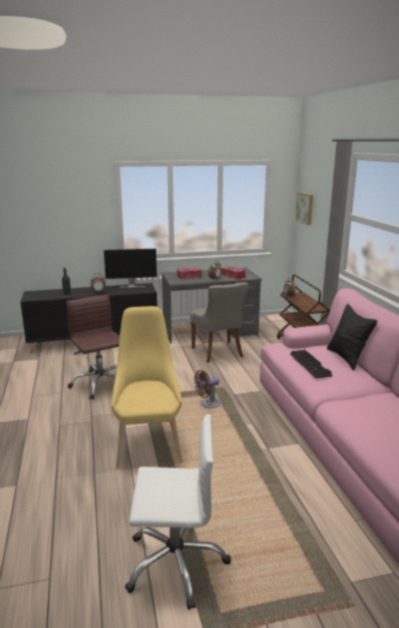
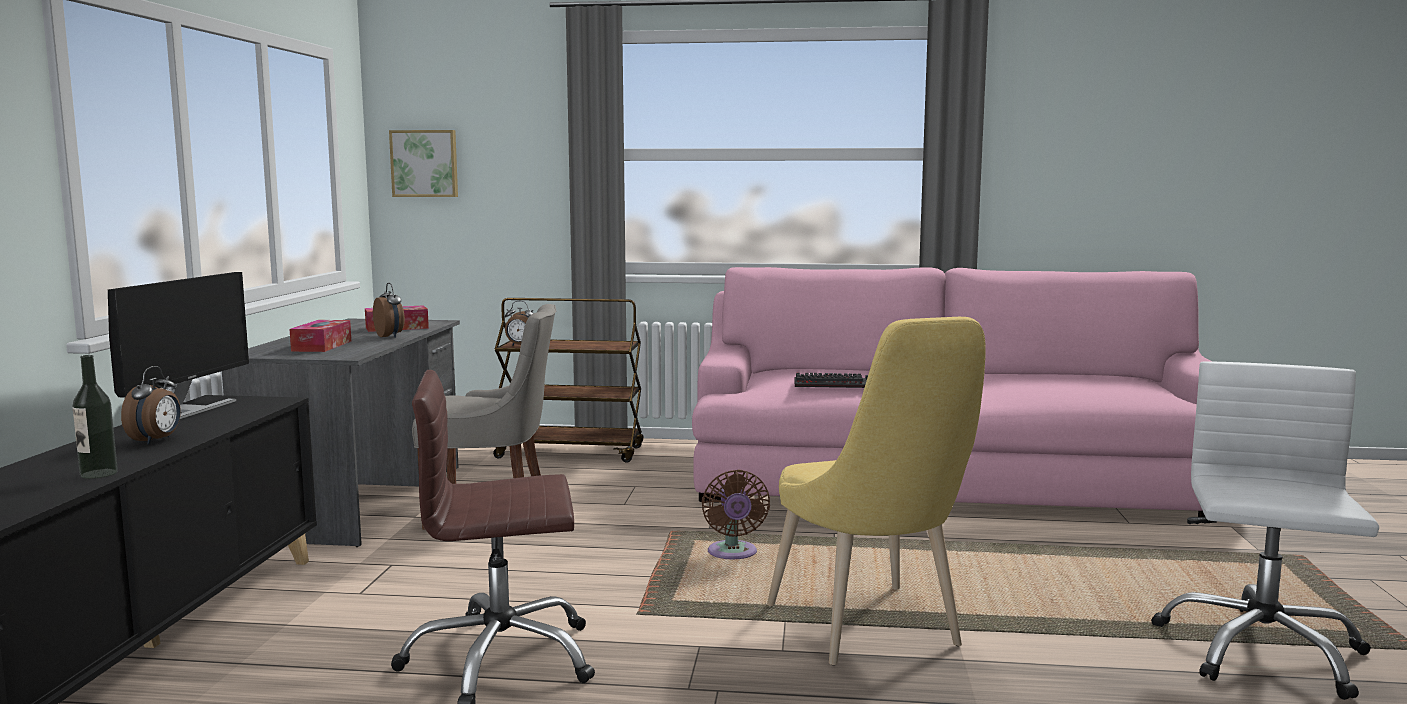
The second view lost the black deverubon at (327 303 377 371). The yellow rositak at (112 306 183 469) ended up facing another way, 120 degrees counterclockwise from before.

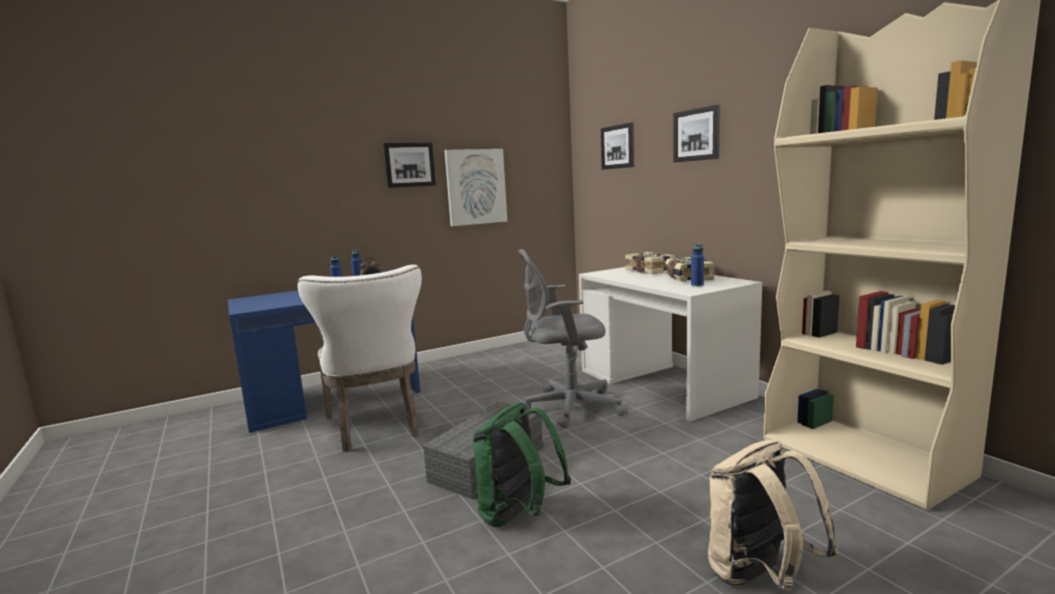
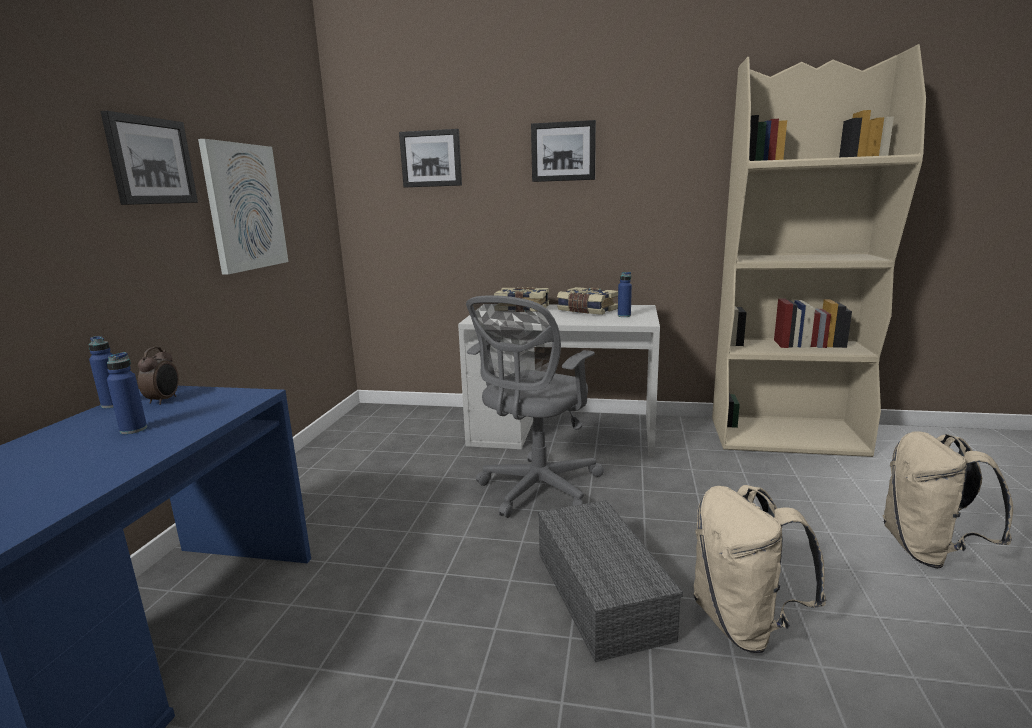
The second view lost the white rositak at (297 265 422 452). What was the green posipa at (473 402 571 527) turned into the beige posipa at (694 485 826 653).

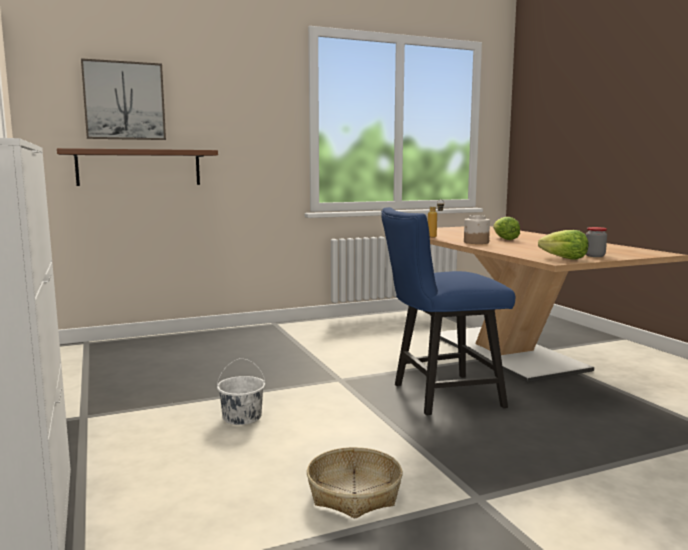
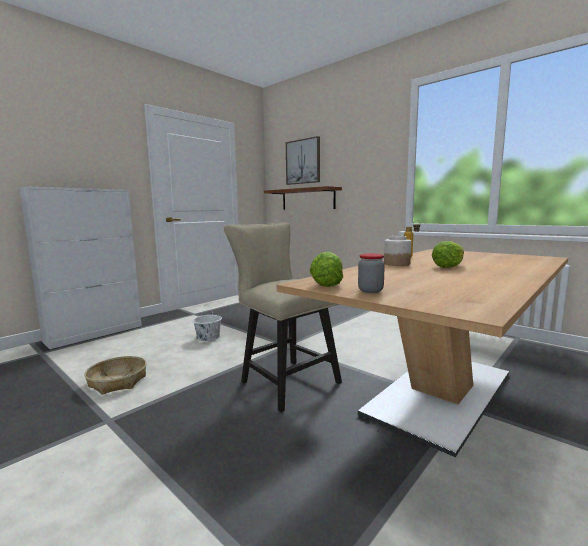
What was the blue rositak at (381 207 515 415) turned into the beige rositak at (224 222 342 412).

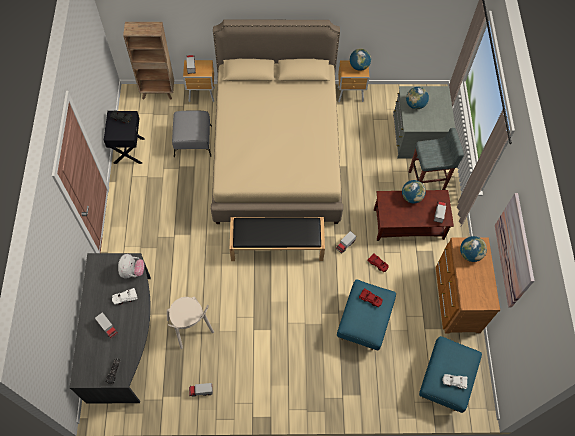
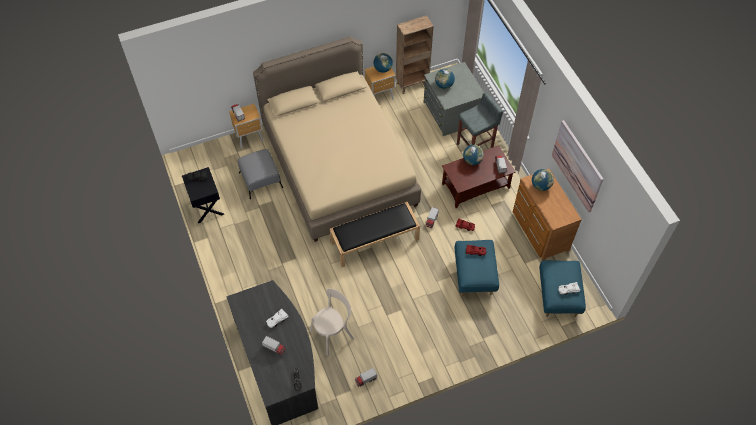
The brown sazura ended up elsewhere, having gone from (123 22 174 100) to (396 15 433 94). The second view lost the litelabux at (118 254 144 278). The beige rositak at (167 297 214 349) ended up facing another way, 75 degrees counterclockwise from before.

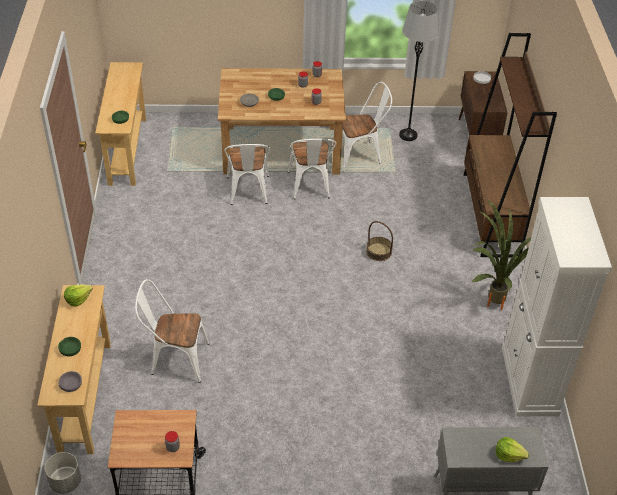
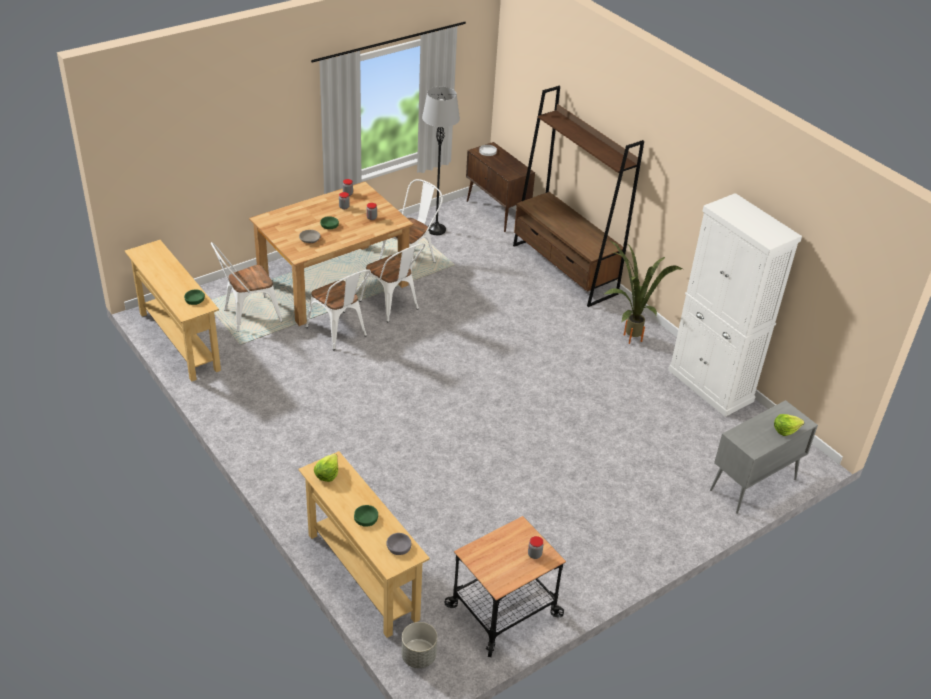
The second view lost the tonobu at (366 221 393 261). The white rositak ended up elsewhere, having gone from (135 279 210 383) to (211 242 282 332).

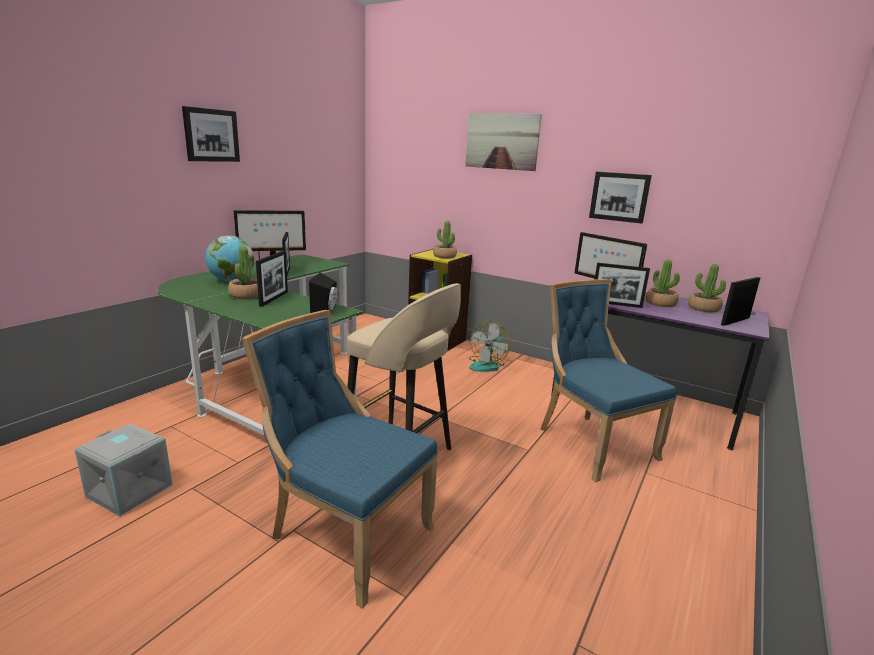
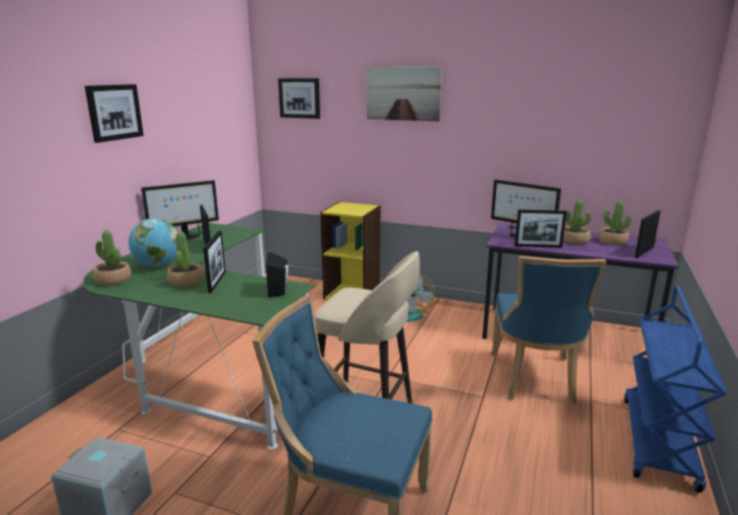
The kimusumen ended up elsewhere, having gone from (589 172 652 223) to (278 78 320 119). The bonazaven ended up elsewhere, having gone from (433 221 457 259) to (93 230 131 286). The blue rositak at (540 279 676 482) ended up facing another way, 135 degrees counterclockwise from before. The second view gained the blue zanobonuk at (624 285 727 493).

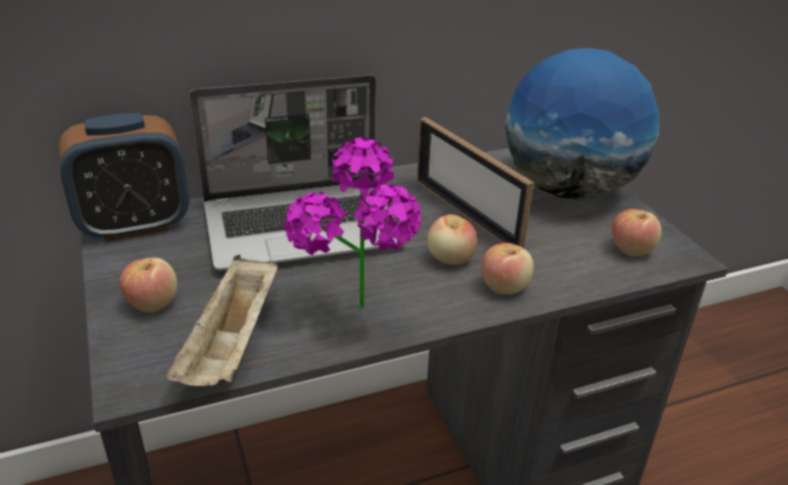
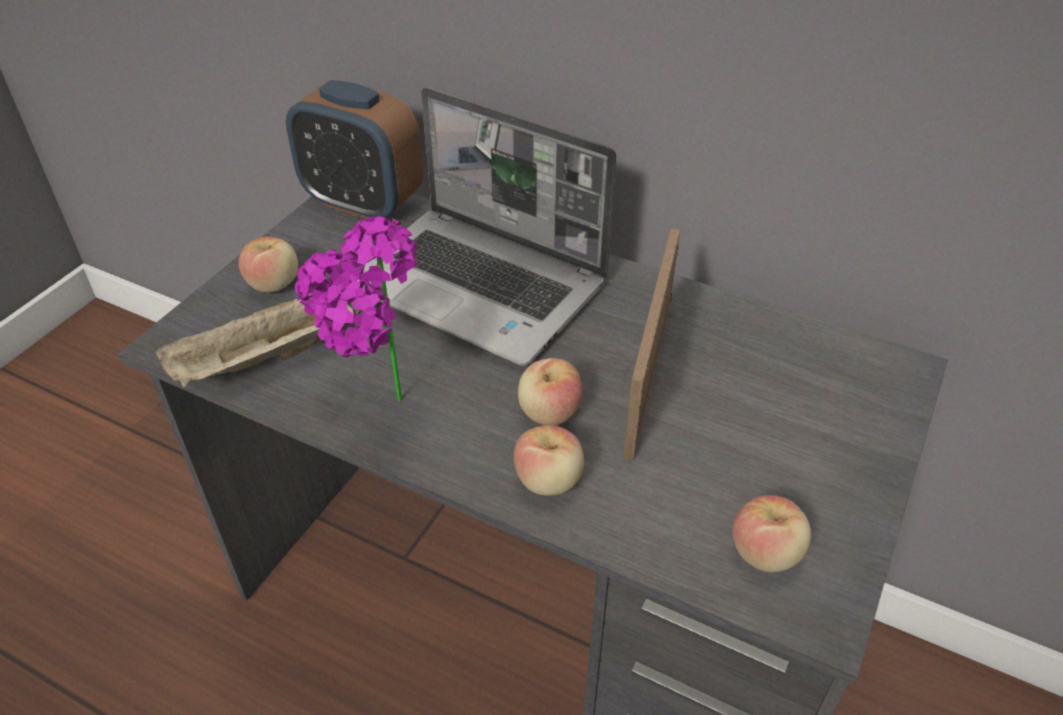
The second view lost the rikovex at (505 48 659 200).

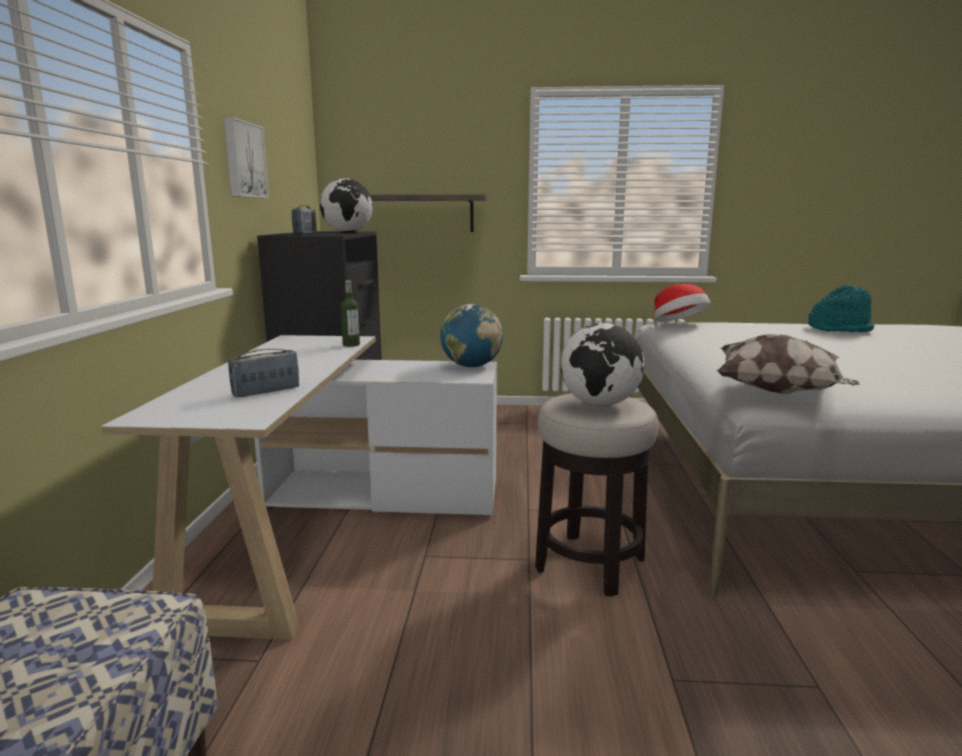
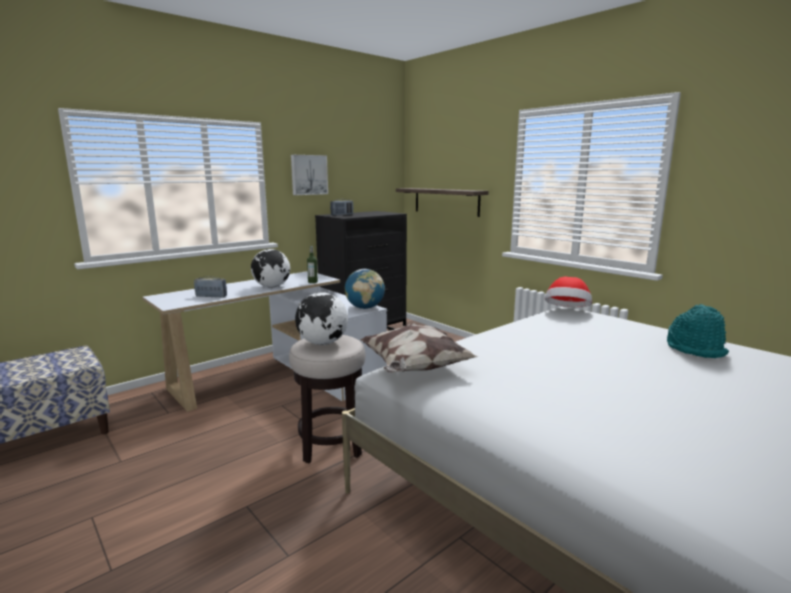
The rikovex ended up elsewhere, having gone from (320 178 373 232) to (251 249 290 288).

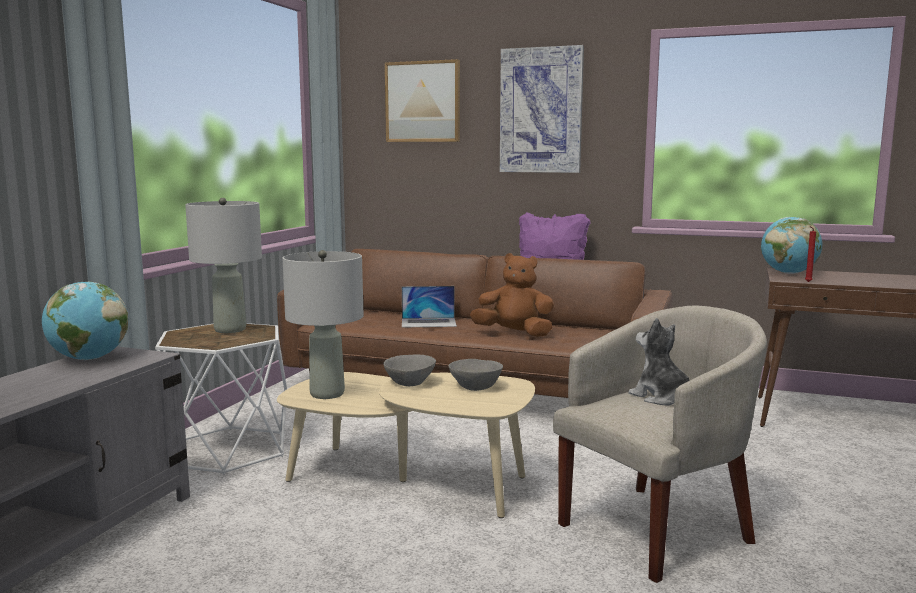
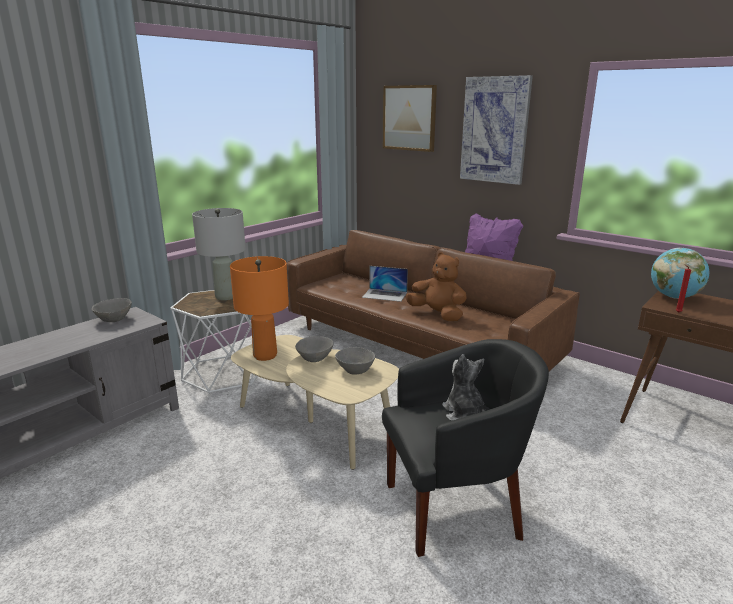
What was the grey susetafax at (282 250 364 399) turned into the orange susetafax at (230 256 289 361). Where the rikovex stood at (42 282 128 360), the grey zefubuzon came to stand at (92 298 132 322). What was the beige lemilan at (553 306 767 583) turned into the black lemilan at (382 339 549 557).

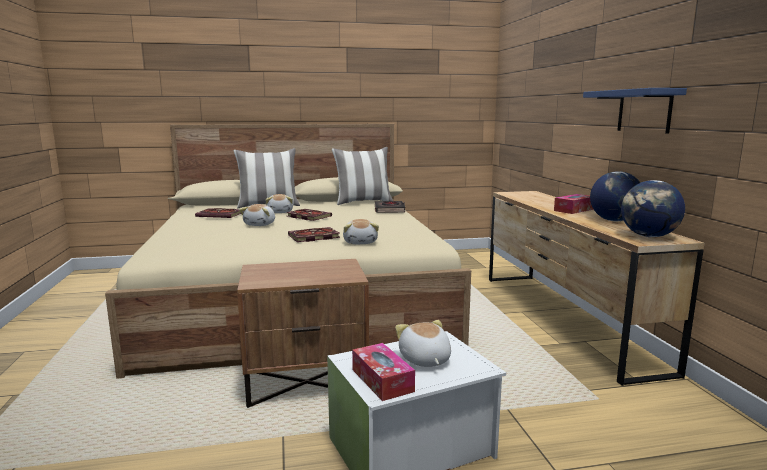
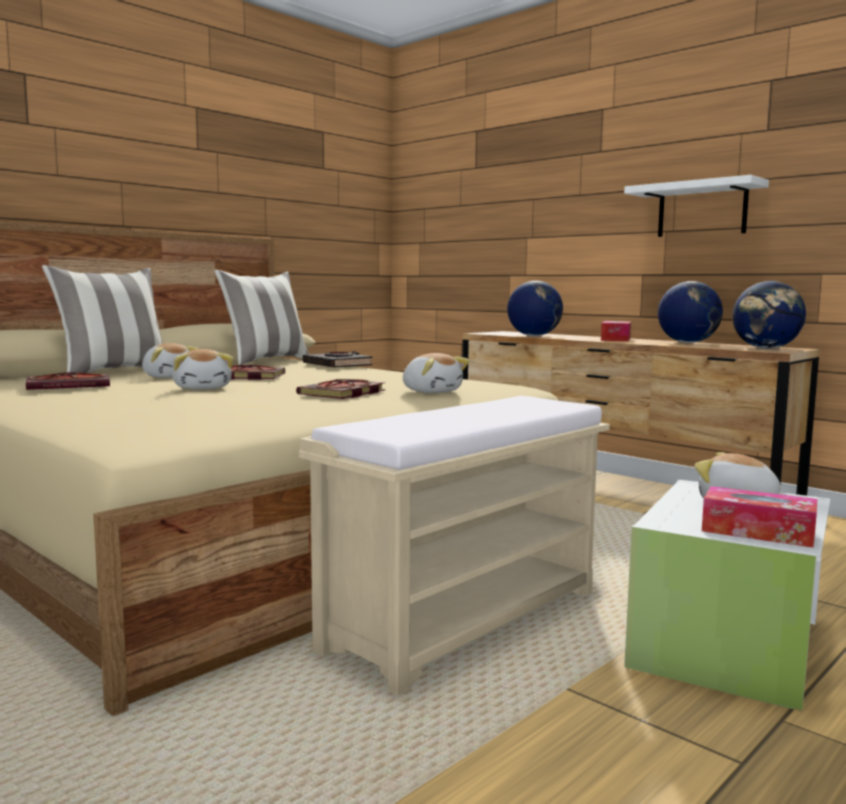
What was the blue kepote at (583 88 687 134) turned into the white kepote at (624 175 769 237). Where the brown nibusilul stood at (237 259 369 408), the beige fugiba came to stand at (299 396 610 696). The second view gained the rikovex at (507 281 563 336).

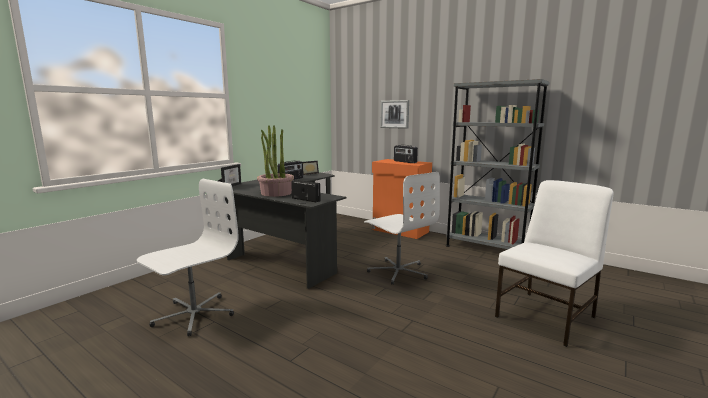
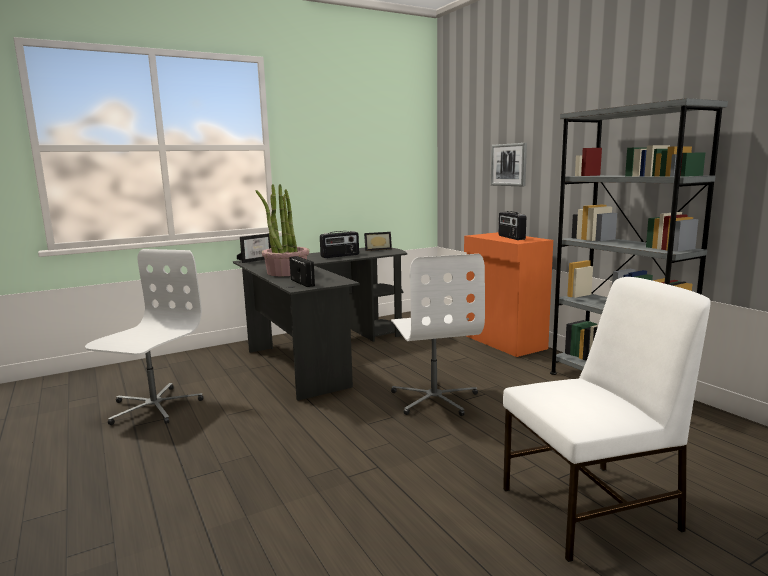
The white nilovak at (137 179 239 336) ended up facing another way, 45 degrees counterclockwise from before.

